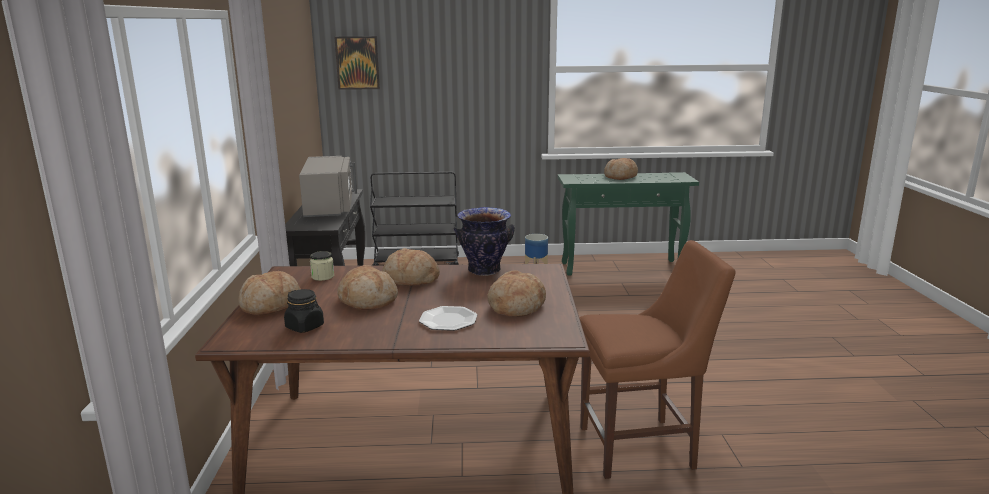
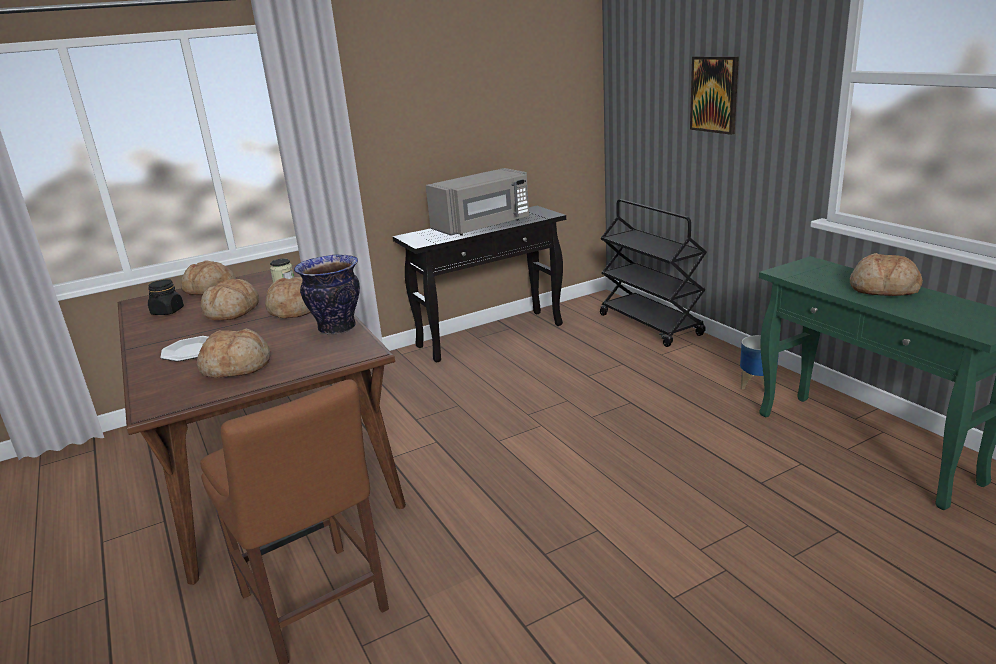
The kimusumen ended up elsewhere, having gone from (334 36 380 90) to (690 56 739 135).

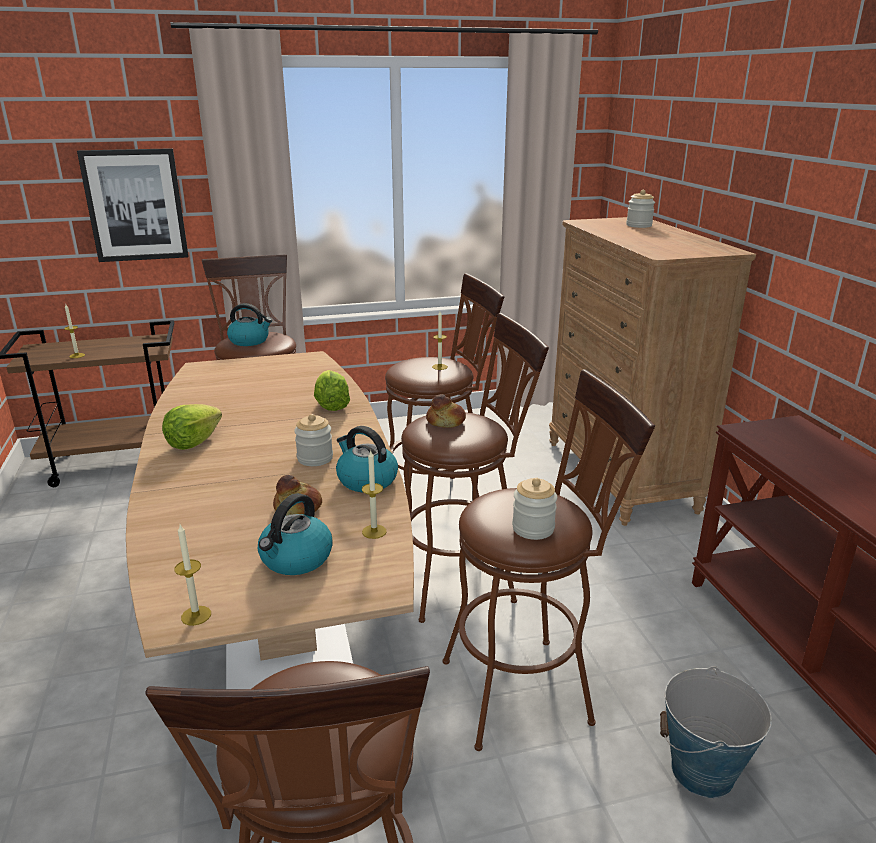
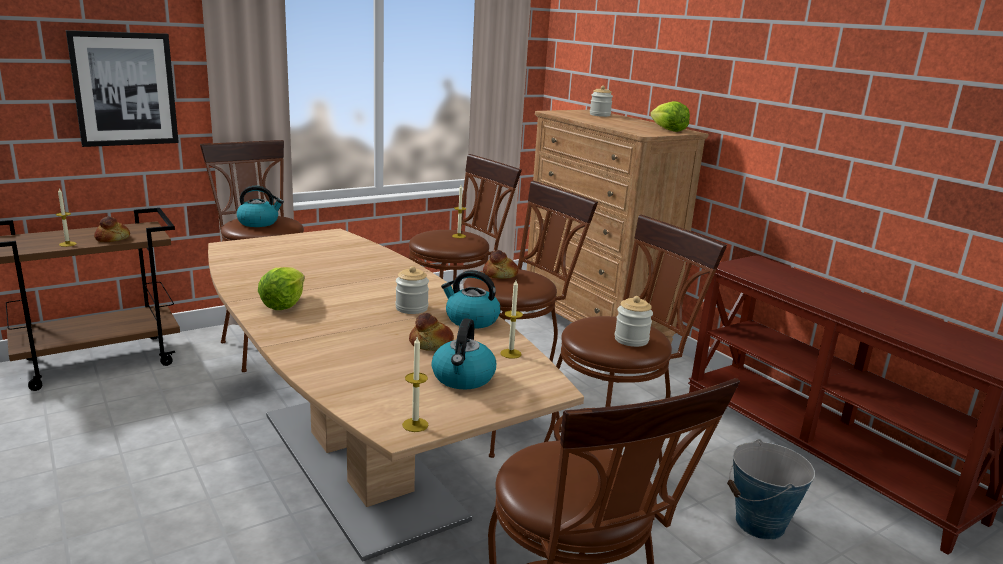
The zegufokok ended up elsewhere, having gone from (314 370 350 411) to (650 101 690 132). The second view gained the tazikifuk at (94 216 130 242).

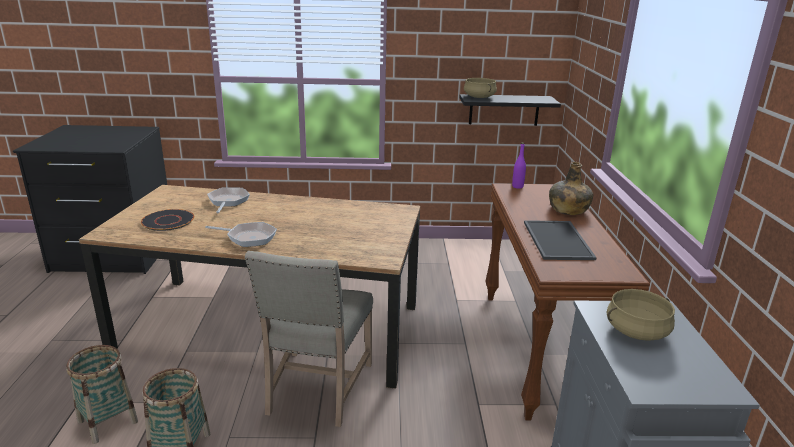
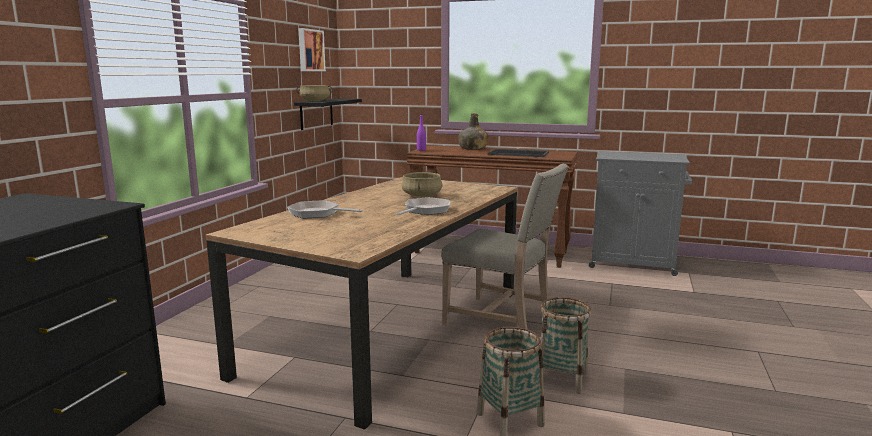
The second view lost the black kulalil at (141 209 195 231). The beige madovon ended up elsewhere, having gone from (606 289 675 341) to (401 172 443 197). The second view gained the kimusumen at (298 28 326 71).

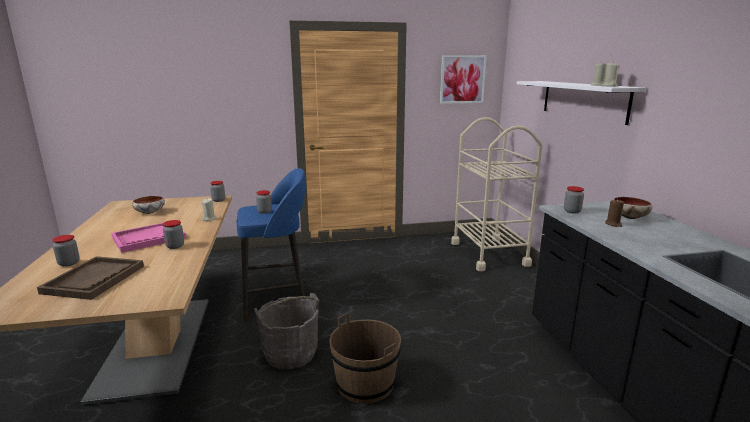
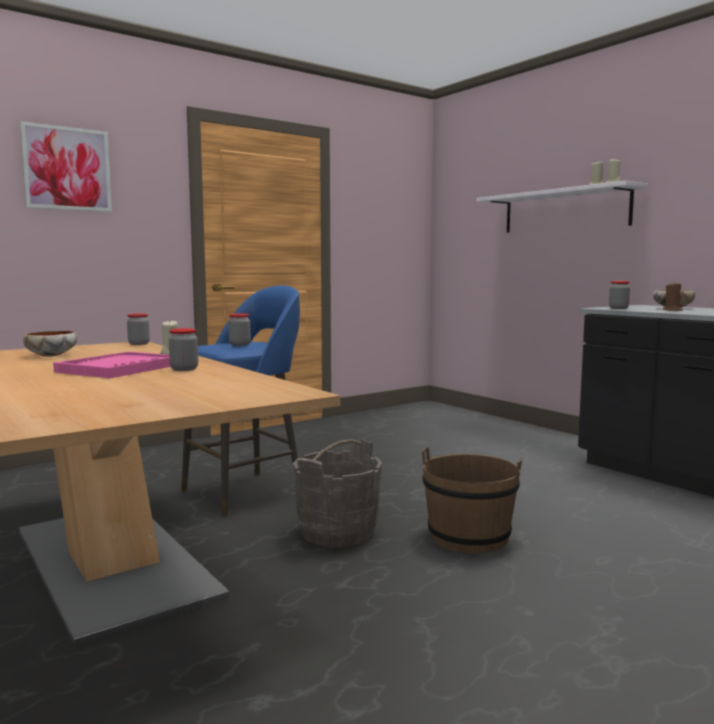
The kimusumen ended up elsewhere, having gone from (440 55 487 104) to (20 121 112 212). The second view lost the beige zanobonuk at (451 117 542 271). The second view lost the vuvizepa at (52 235 80 267). The second view lost the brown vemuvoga at (37 256 144 300).

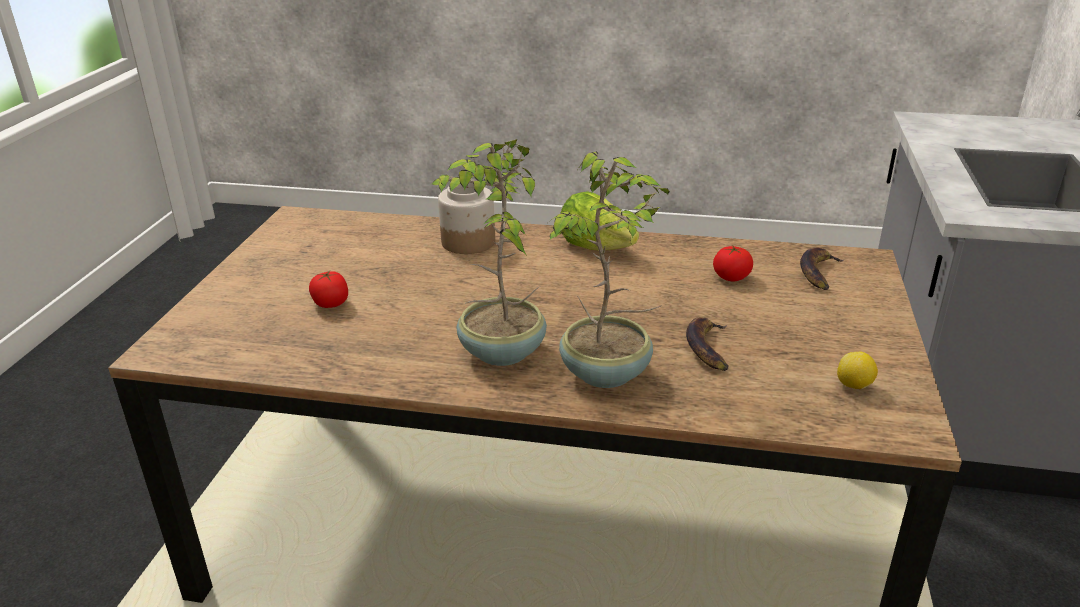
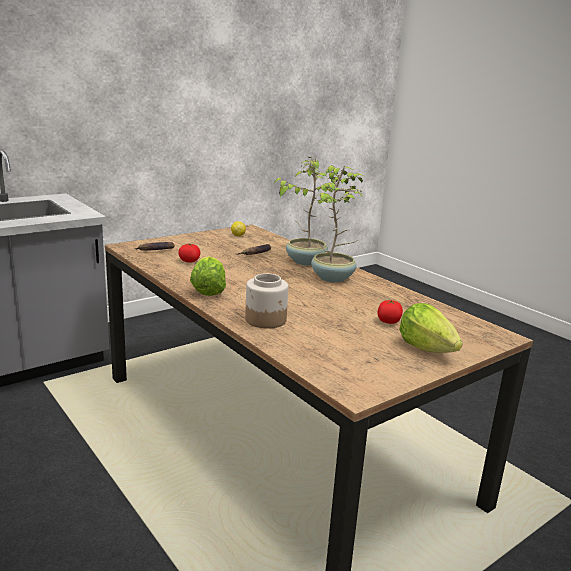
The second view gained the zegufokok at (399 303 463 353).

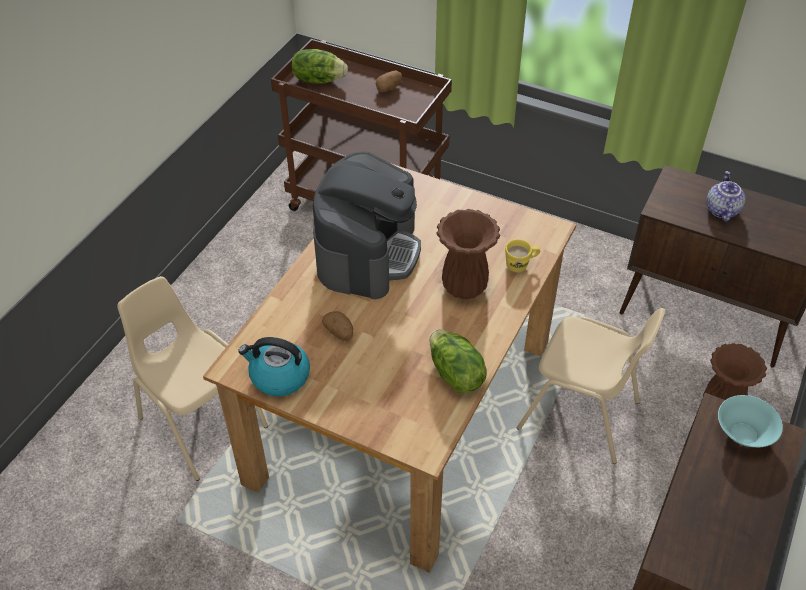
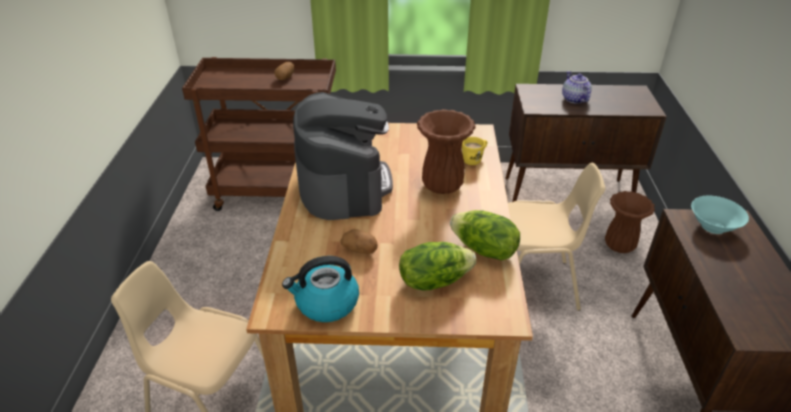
The zegufokok ended up elsewhere, having gone from (291 49 348 84) to (399 242 476 290).

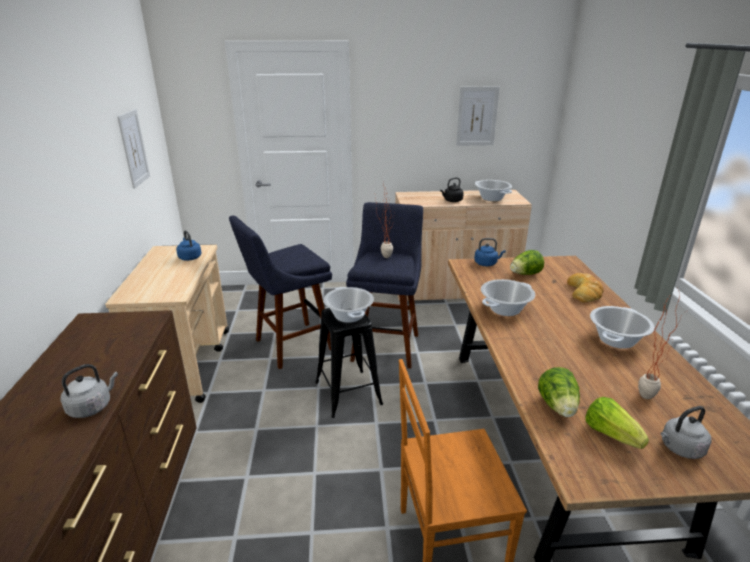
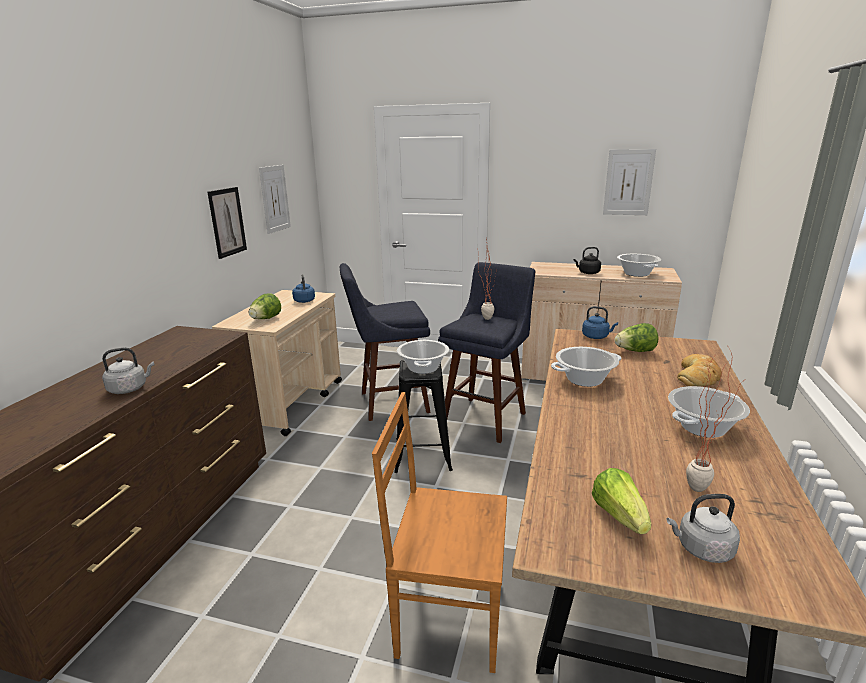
The zegufokok ended up elsewhere, having gone from (538 367 580 417) to (249 293 281 319). The second view gained the kimusumen at (208 187 247 259).

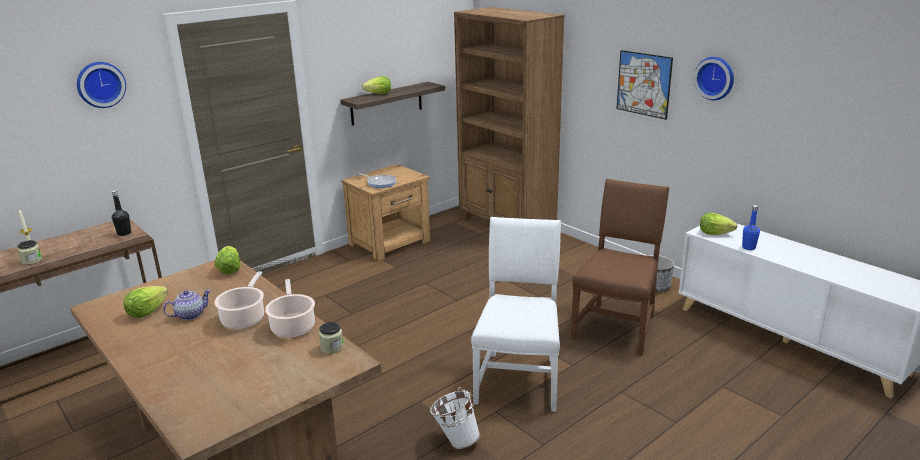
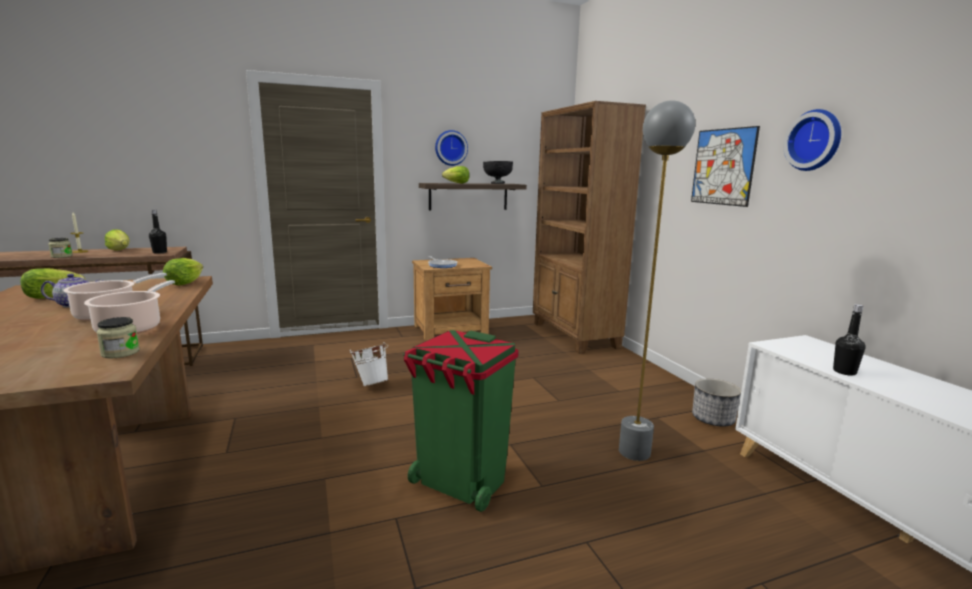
The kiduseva ended up elsewhere, having gone from (77 62 126 108) to (435 130 468 166). Where the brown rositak stood at (570 179 669 355), the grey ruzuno came to stand at (619 100 695 461). What was the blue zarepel at (742 205 760 250) turned into the black zarepel at (833 304 866 375). The zegufokok ended up elsewhere, having gone from (700 213 737 235) to (105 229 130 251). Where the white rositak stood at (471 217 561 412), the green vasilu came to stand at (403 330 519 512). The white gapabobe ended up elsewhere, having gone from (430 388 480 449) to (350 342 389 386). The second view gained the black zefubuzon at (483 161 513 184).

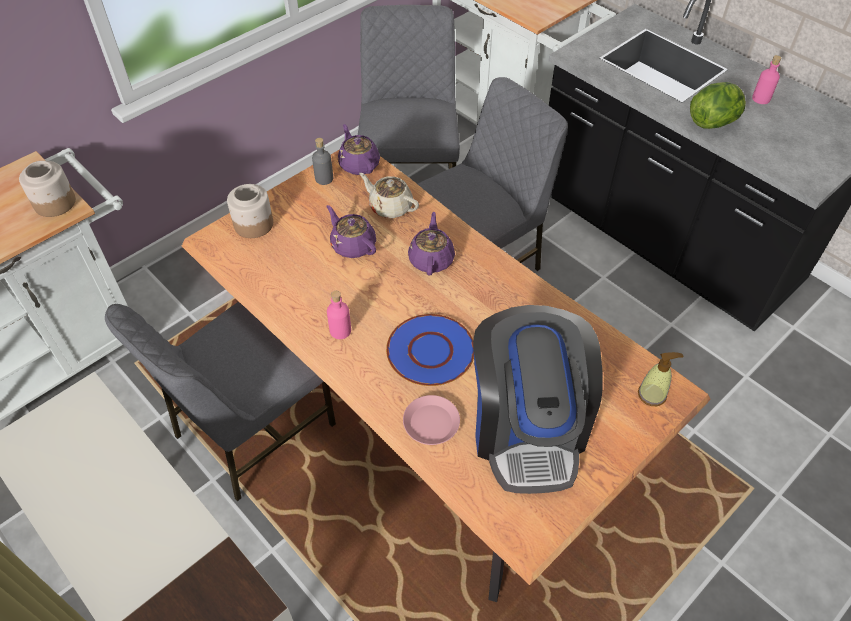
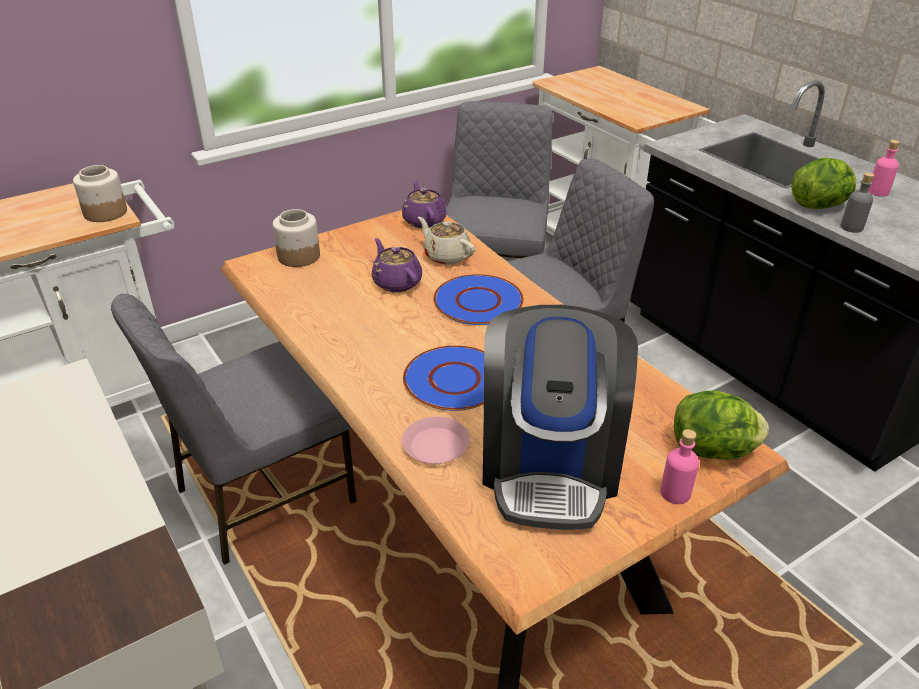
The grey zarepel ended up elsewhere, having gone from (312 138 333 185) to (841 172 874 233). Where the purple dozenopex stood at (408 212 455 276), the blue kulalil came to stand at (433 274 524 325). The pink zarepel ended up elsewhere, having gone from (327 291 351 339) to (660 429 699 504). Where the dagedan stood at (638 352 684 406), the zegufokok came to stand at (674 391 769 460).

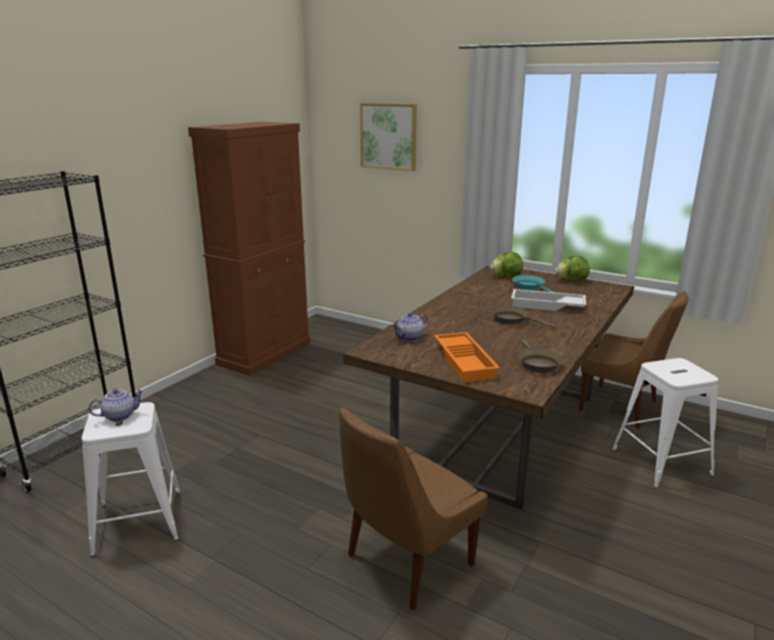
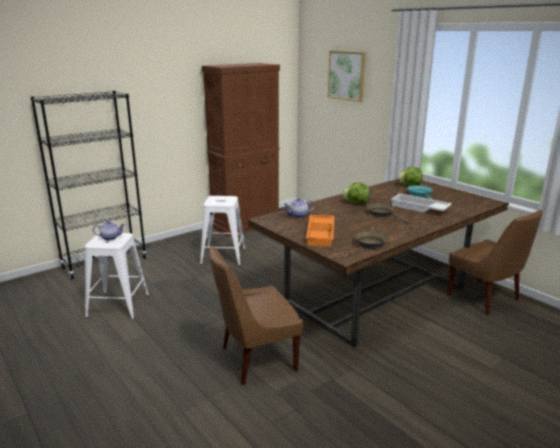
The zegufokok ended up elsewhere, having gone from (555 256 590 281) to (342 183 370 204). The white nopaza ended up elsewhere, having gone from (612 358 719 488) to (200 196 245 265).

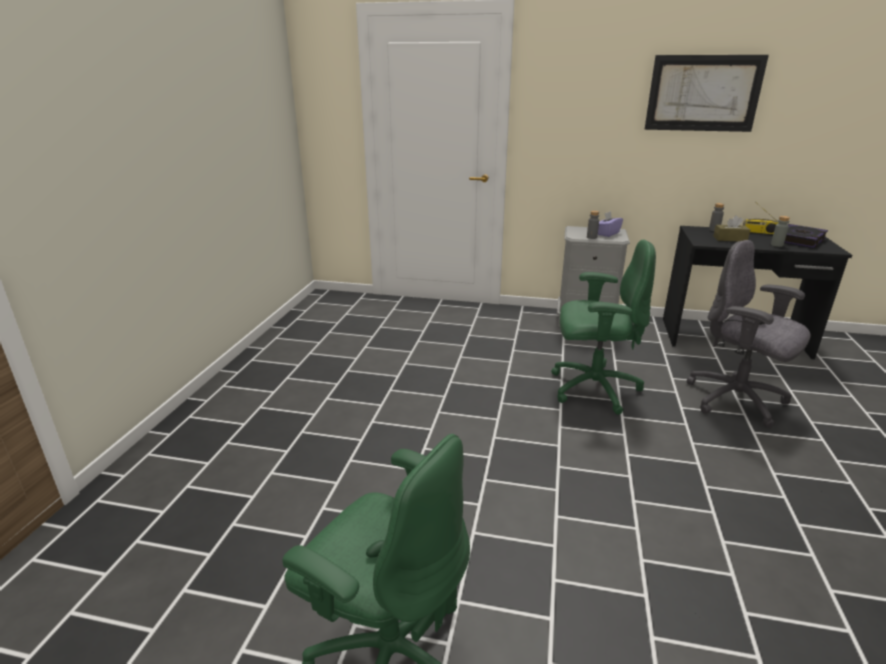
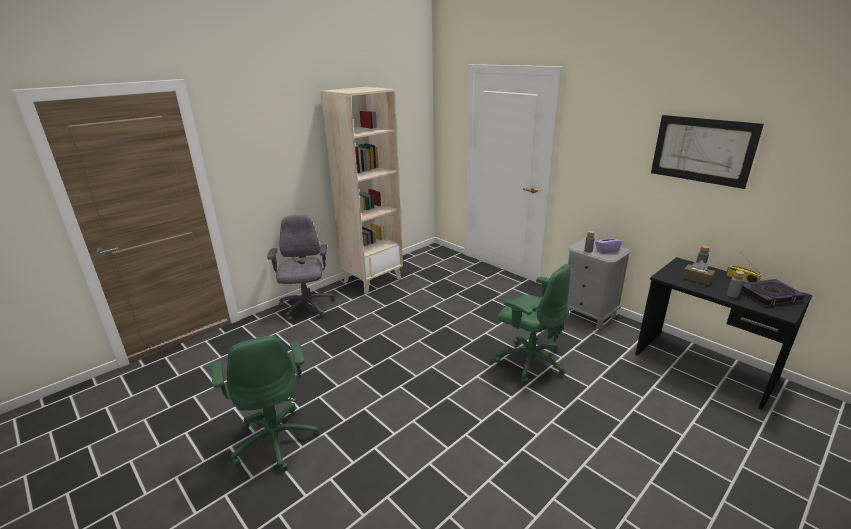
The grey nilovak ended up elsewhere, having gone from (687 240 811 428) to (267 215 335 322). The second view gained the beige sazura at (320 87 403 294).

